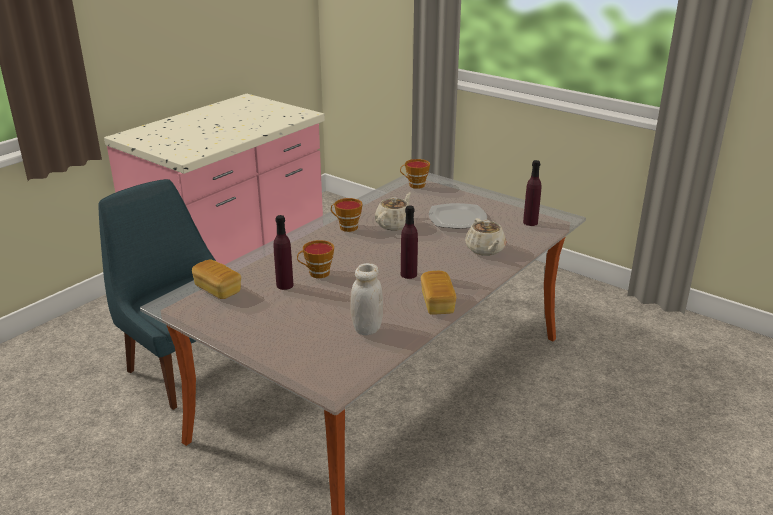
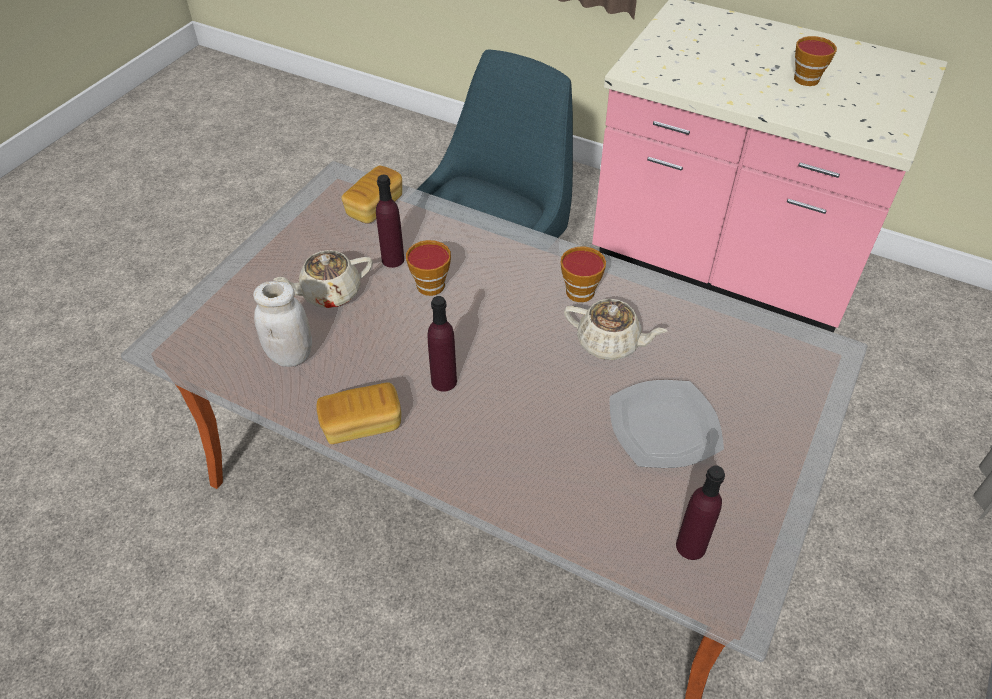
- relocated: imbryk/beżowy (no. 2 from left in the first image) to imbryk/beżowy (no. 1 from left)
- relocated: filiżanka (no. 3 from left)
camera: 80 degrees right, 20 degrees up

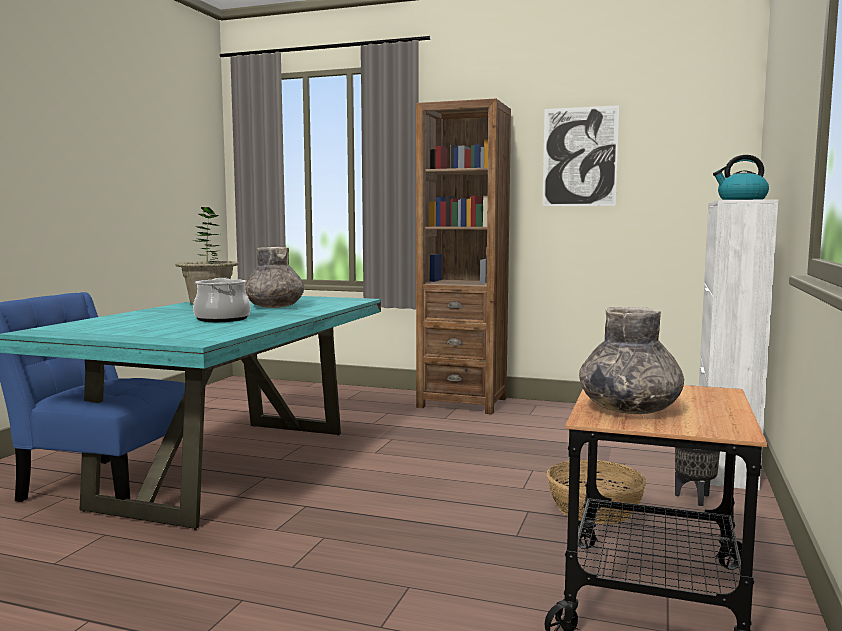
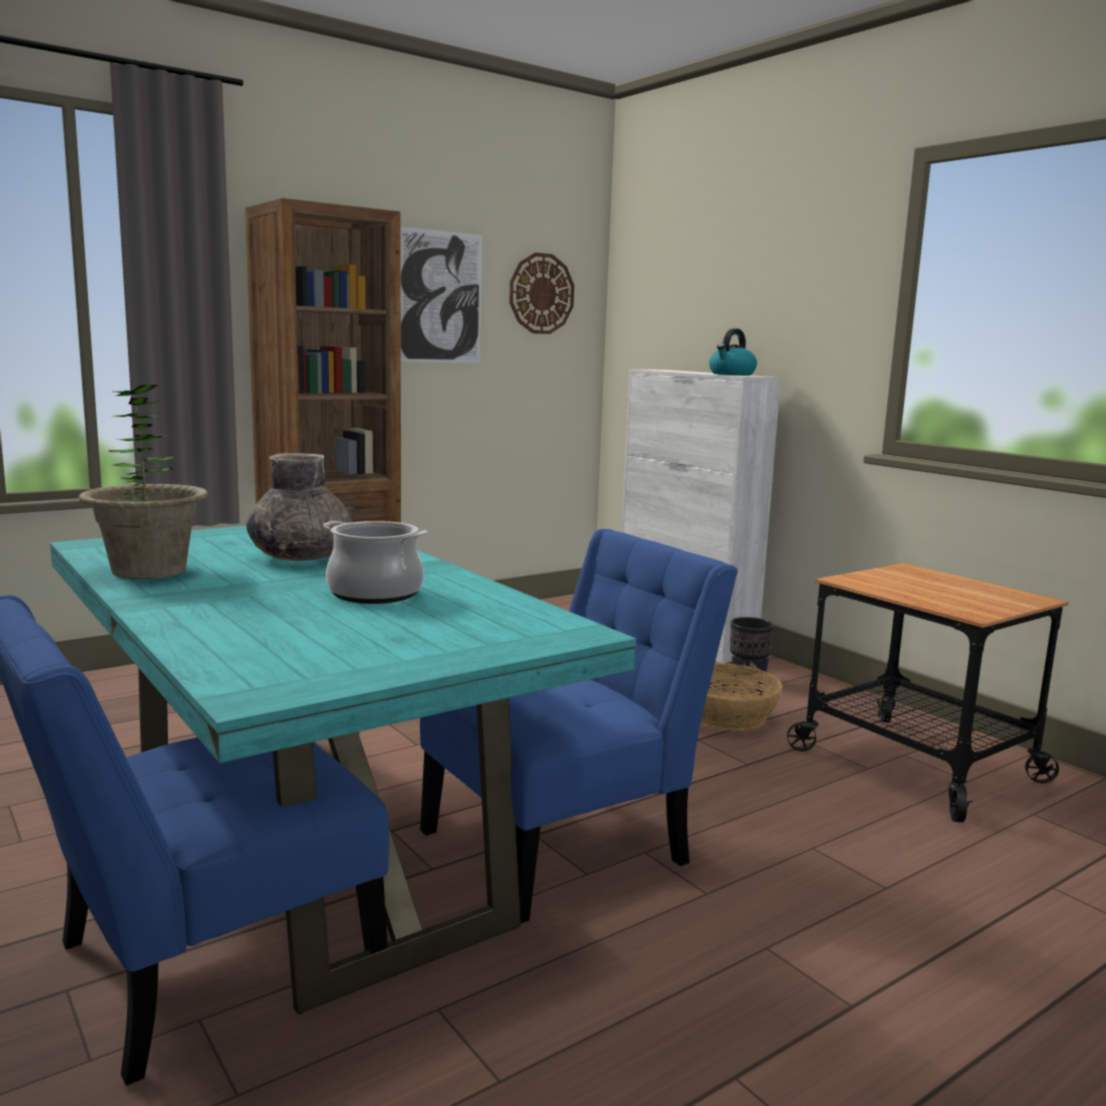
- appeared: krzesło/niebieski (no. 2 from left)
- appeared: zegar ścienny
- missing: wazon/szary (no. 2 from left)
camera: 55 degrees left, 5 degrees up

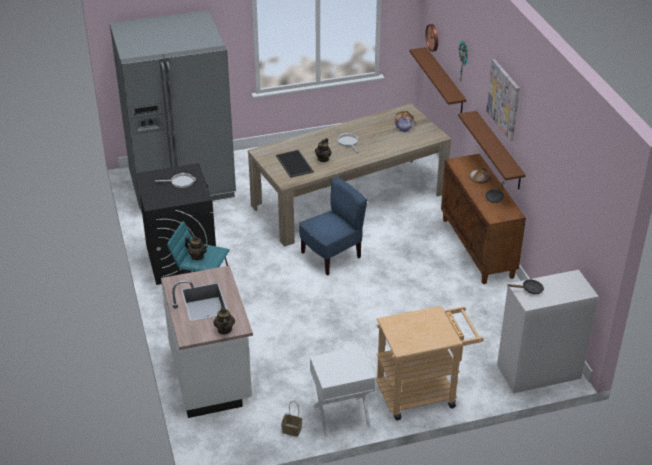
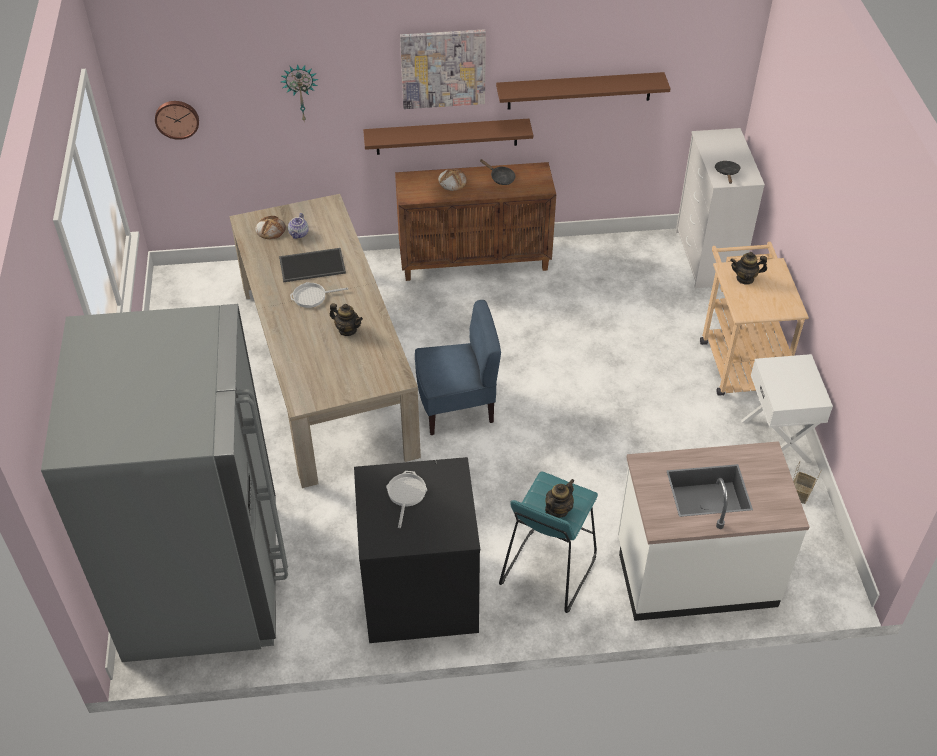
- relocated: taca
- spun: krzesło/niebieski 105 degrees clockwise
- relocated: półka/brązowy (no. 1 from left in the first image) to półka/brązowy (no. 2 from left)
- relocated: imbryk (no. 2 from left in the first image) to imbryk (no. 4 from left)
camera: 80 degrees left, 10 degrees up

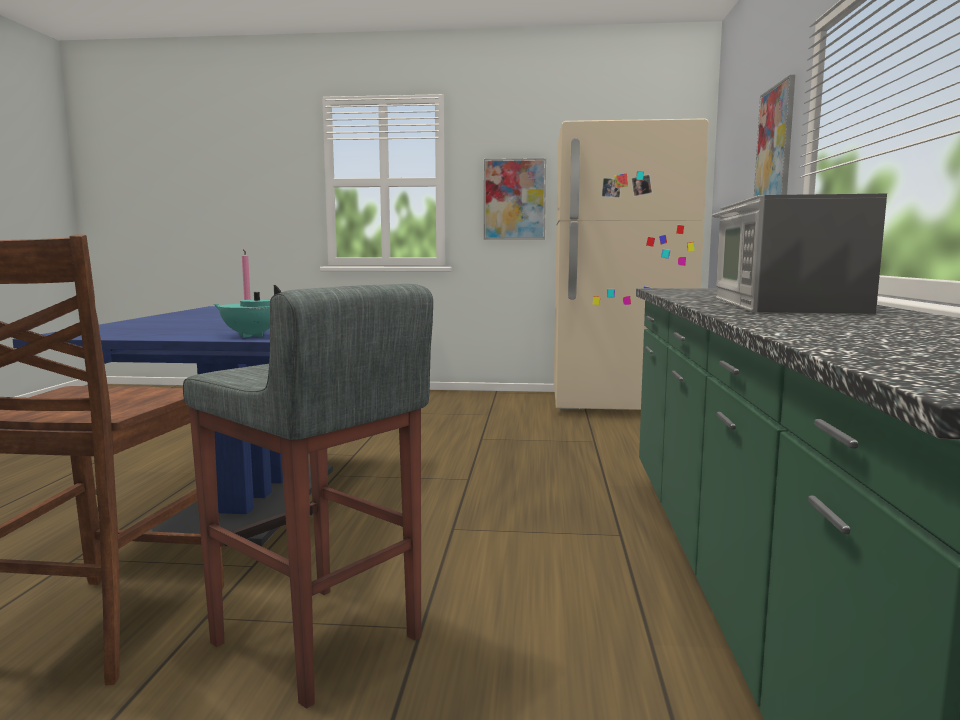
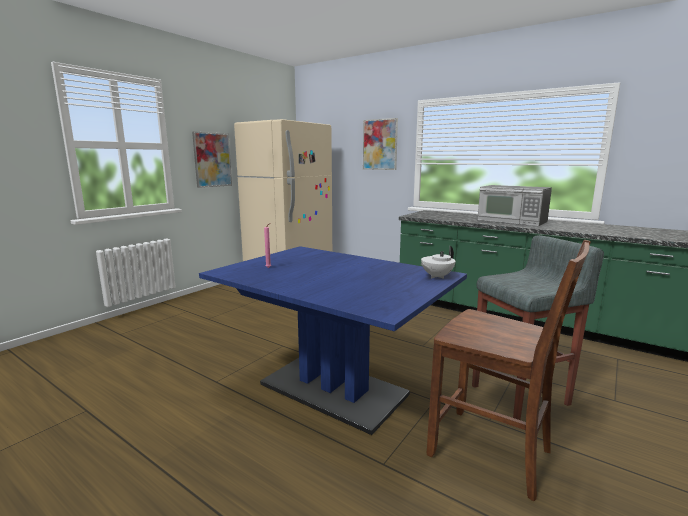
- colour: imbryk/turkusowy to imbryk/biały
camera: 60 degrees left, 5 degrees up

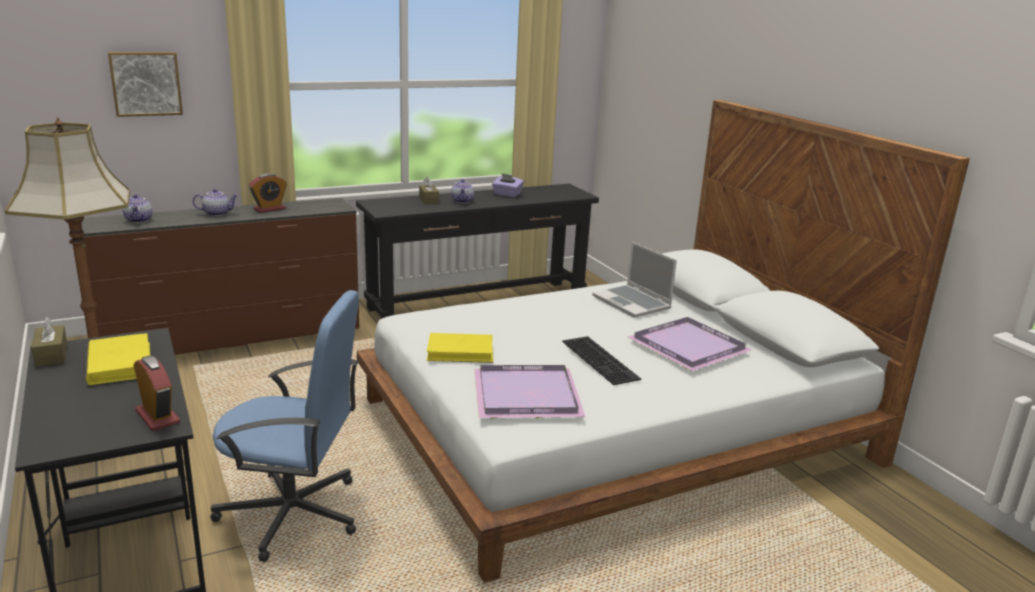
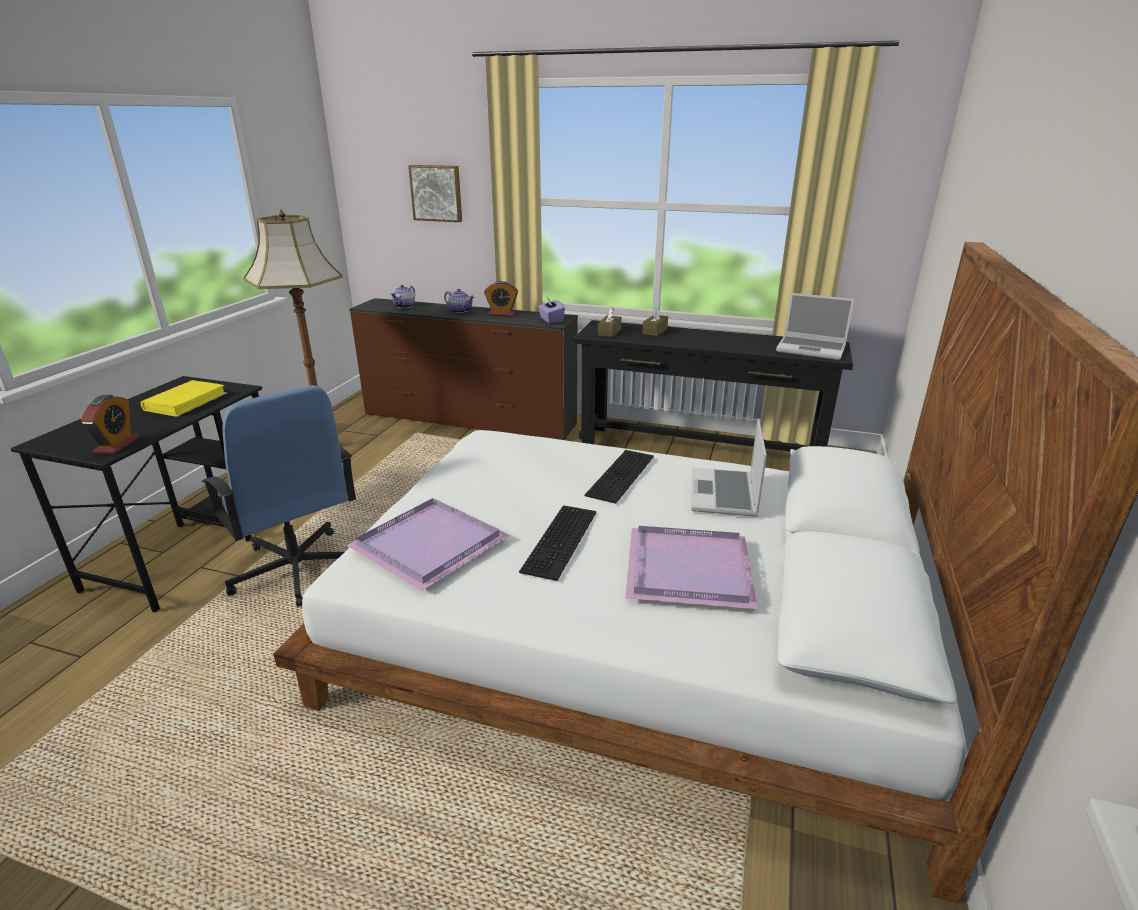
- relocated: pudełko chusteczek/fioletowy
- appeared: klawiatura (no. 2 from left)
- relocated: pudełko chusteczek/brązowy (no. 1 from left)
- appeared: laptop (no. 2 from left)
- missing: książka/żółty (no. 2 from left)
- missing: imbryk (no. 3 from left)
camera: 45 degrees right, 5 degrees up

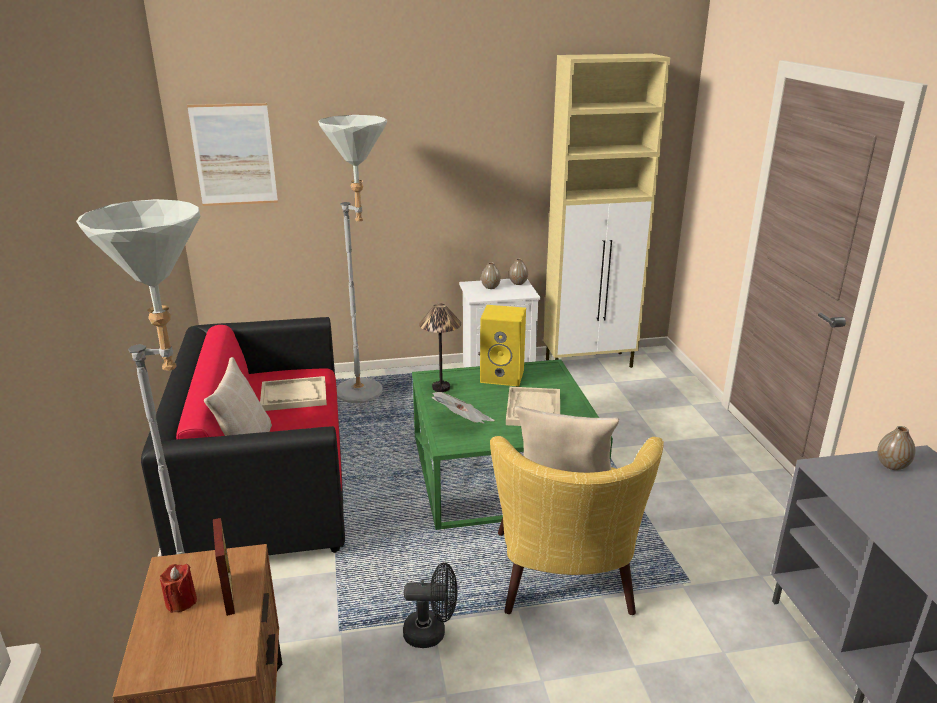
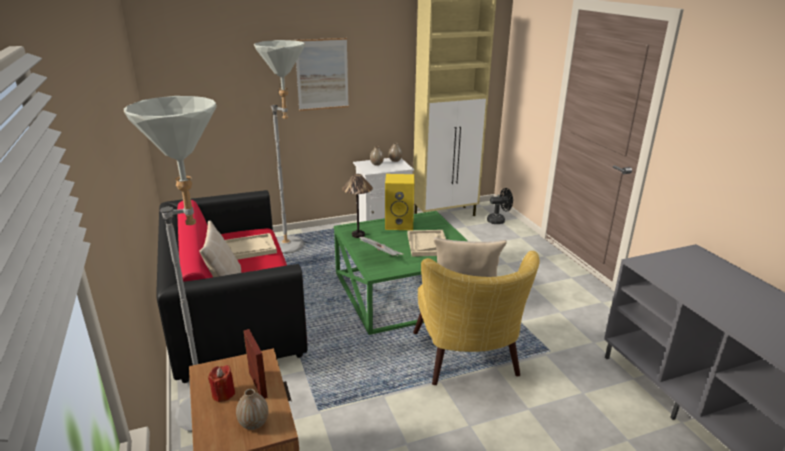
- relocated: wazon (no. 3 from left in the first image) to wazon (no. 1 from left)
- relocated: obraz
- relocated: wentylator/czarny
camera: 10 degrees left, 0 degrees up

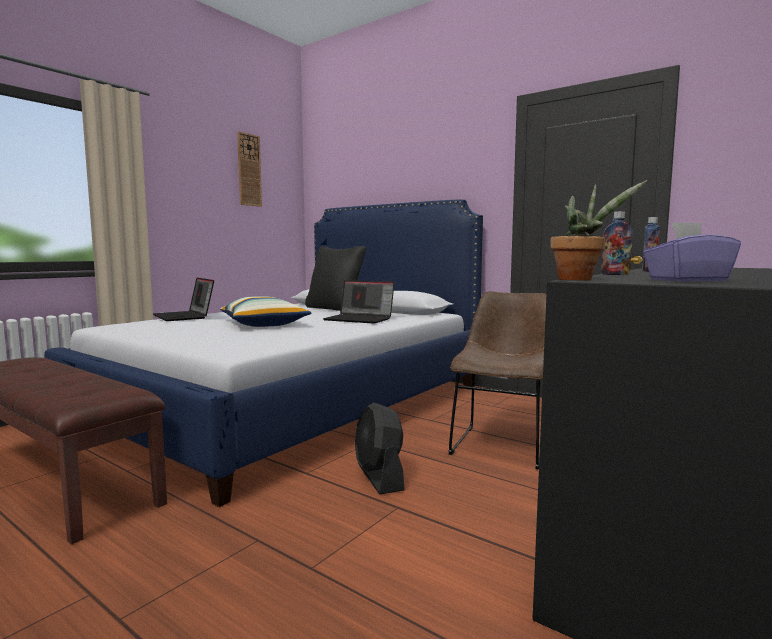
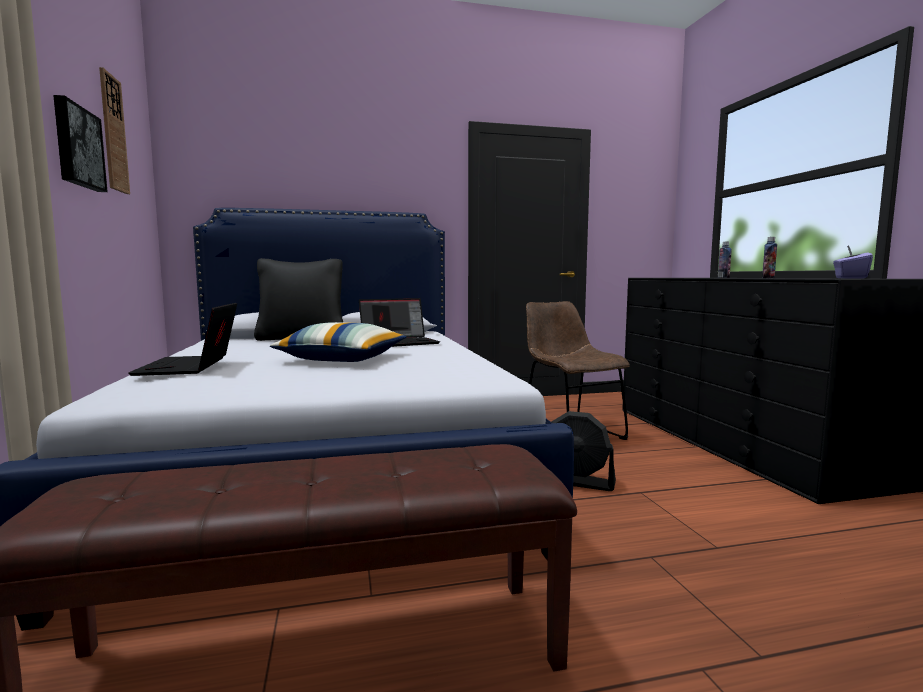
- appeared: obraz
- spun: laptop (no. 1 from left) 75 degrees clockwise
- missing: roślina doniczkowa
camera: 50 degrees left, 0 degrees up

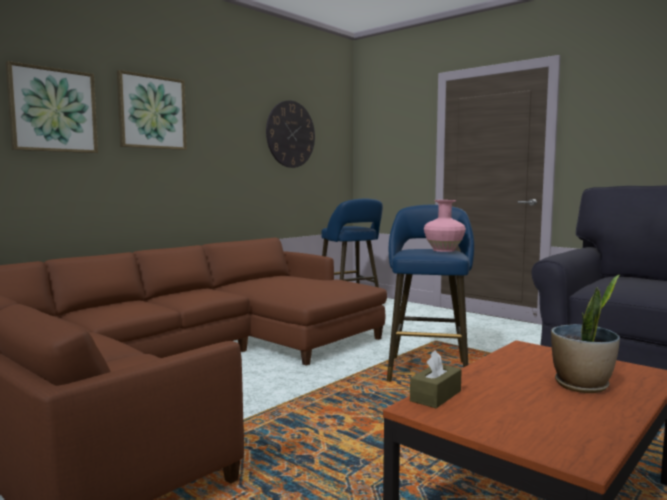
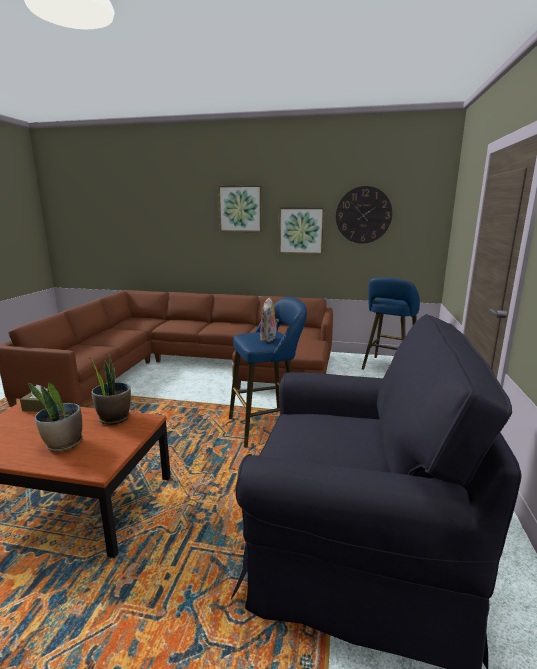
- appeared: roślina doniczkowa (no. 2 from left)
- exchanged: wazon/różowy to pluszak
- relocated: obraz (no. 1 from left in the first image) to obraz (no. 2 from left)
camera: 60 degrees right, 10 degrees up

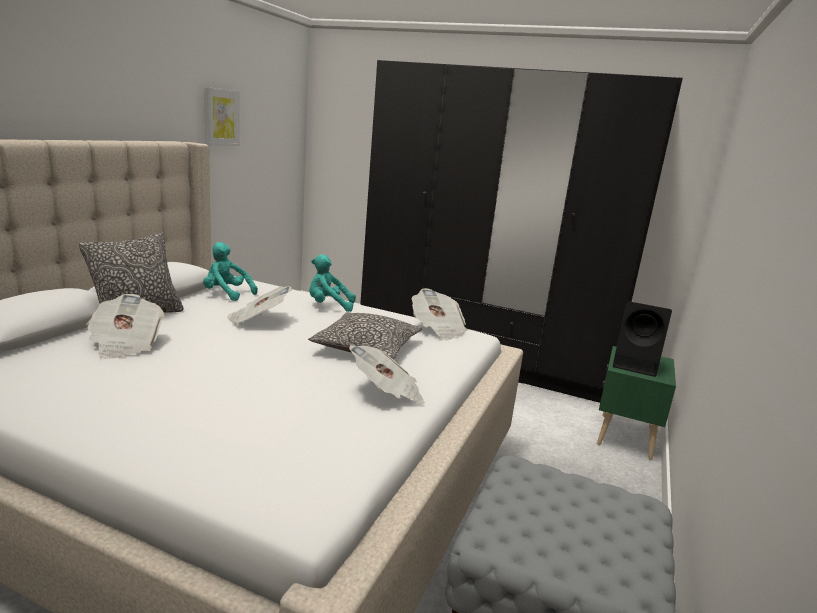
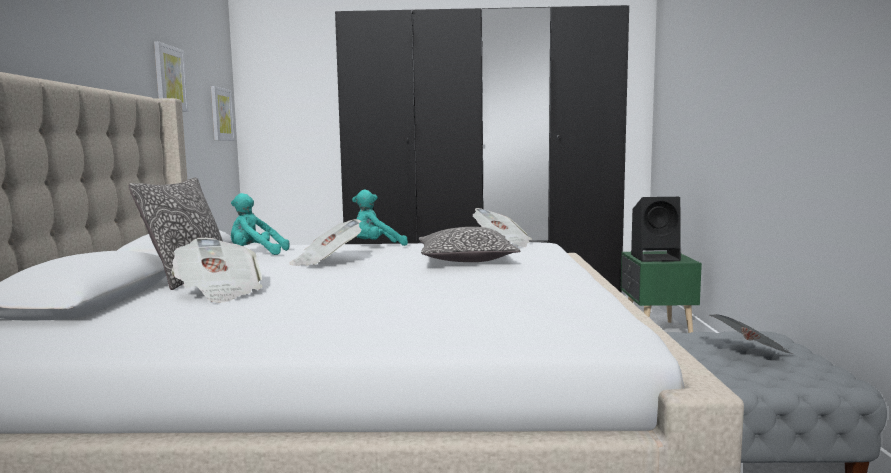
- appeared: obraz (no. 2 from left)
- relocated: gazeta (no. 3 from left in the first image) to gazeta (no. 4 from left)
camera: 20 degrees left, 10 degrees down

